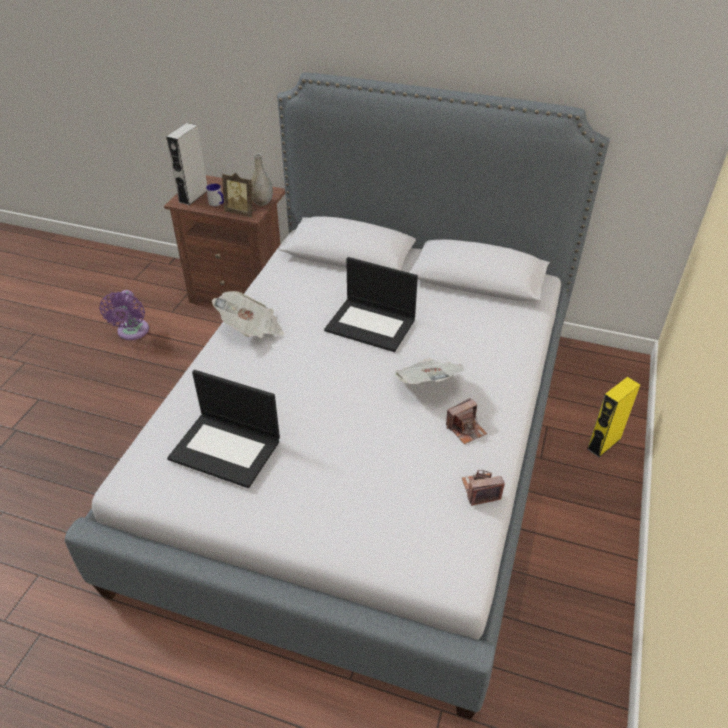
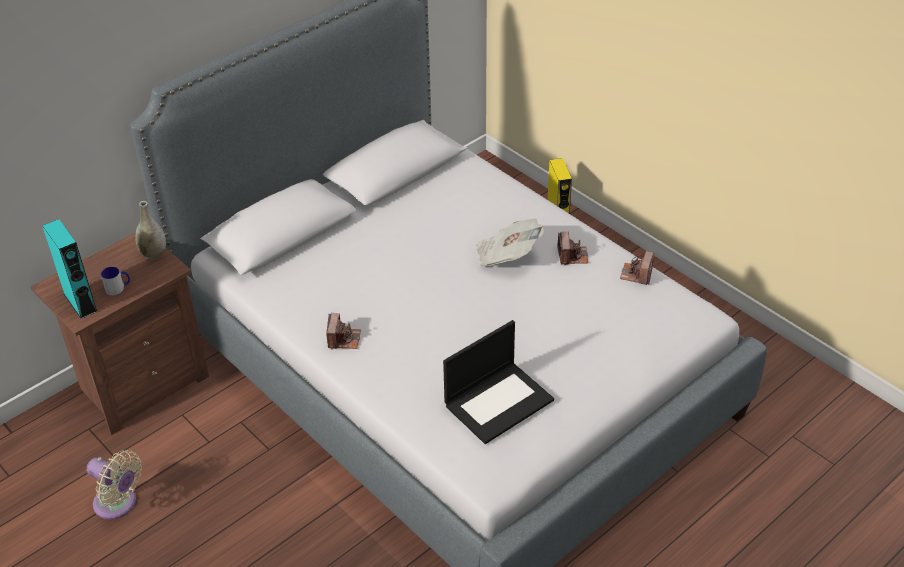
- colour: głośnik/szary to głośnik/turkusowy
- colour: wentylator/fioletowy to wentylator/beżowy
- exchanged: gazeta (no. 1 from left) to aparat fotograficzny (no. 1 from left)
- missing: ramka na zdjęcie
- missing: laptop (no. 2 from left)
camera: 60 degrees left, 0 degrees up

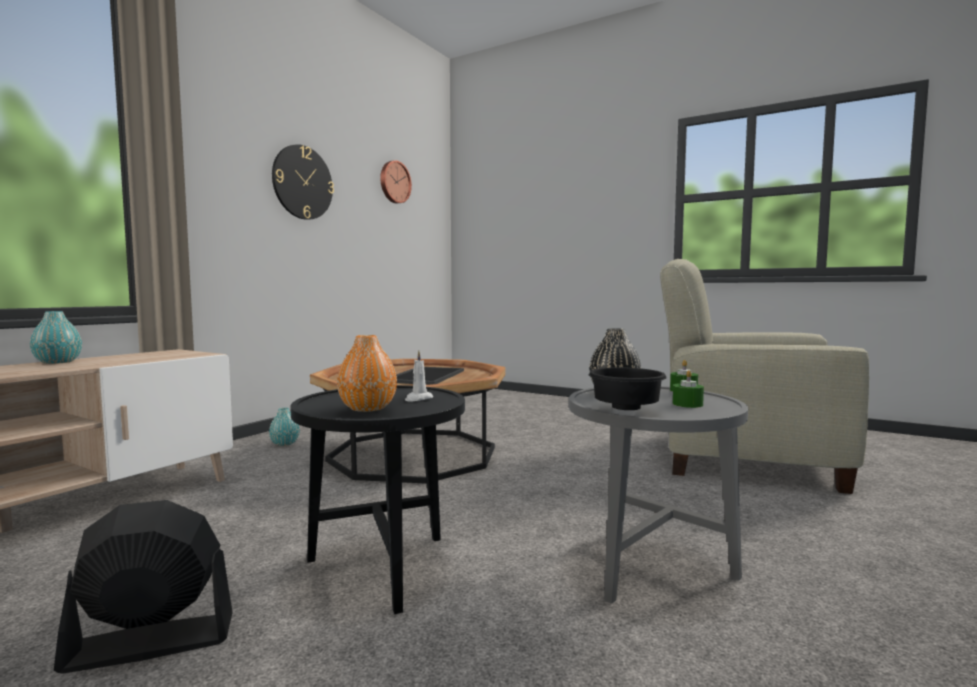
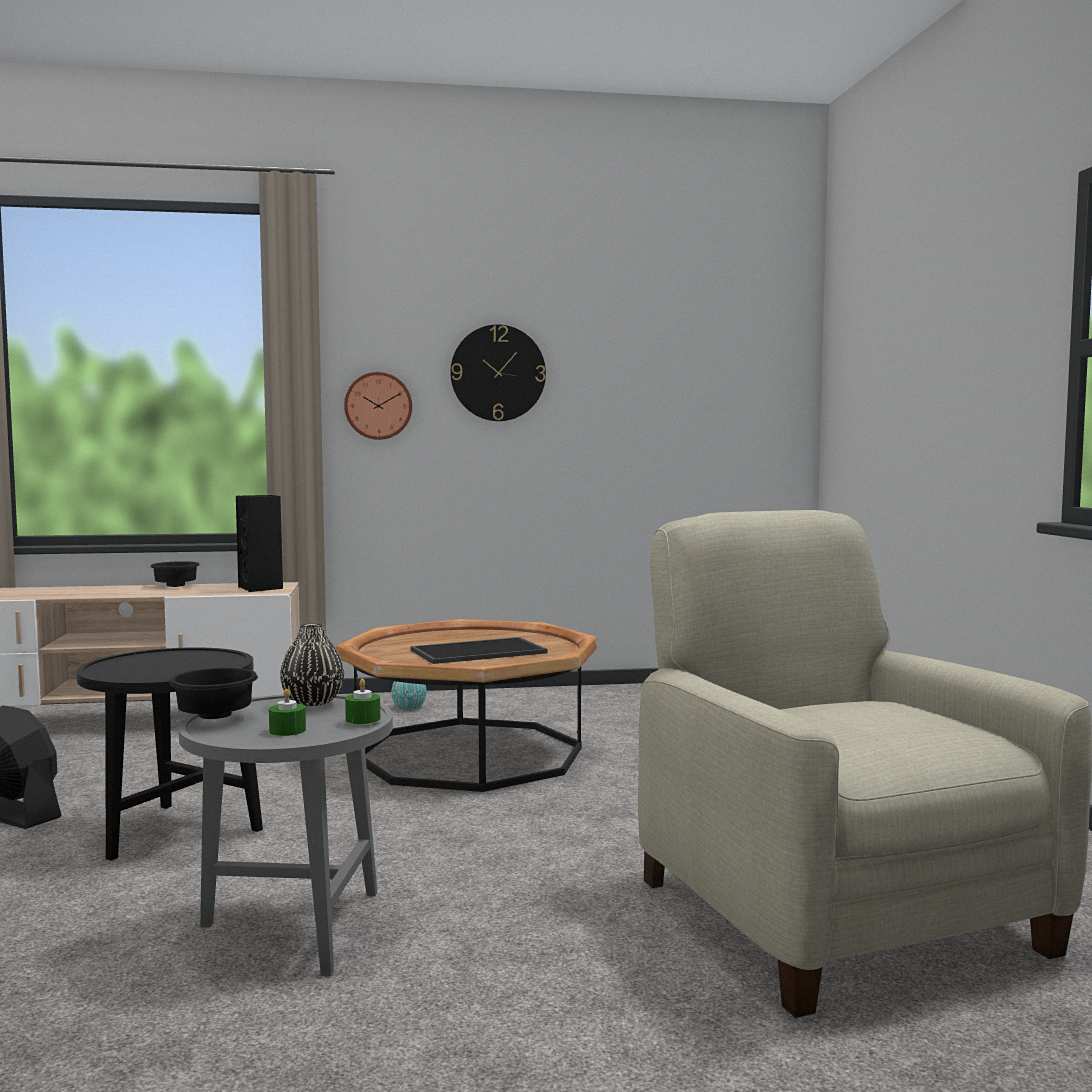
- exchanged: wazon/turkusowy (no. 1 from left) to miska/czarny (no. 1 from left)
- appeared: głośnik/czarny
- relocated: zegar ścienny (no. 2 from left in the first image) to zegar ścienny (no. 1 from left)
- missing: wazon/pomarańczowy
- missing: świeca/biały
camera: 50 degrees right, 0 degrees up

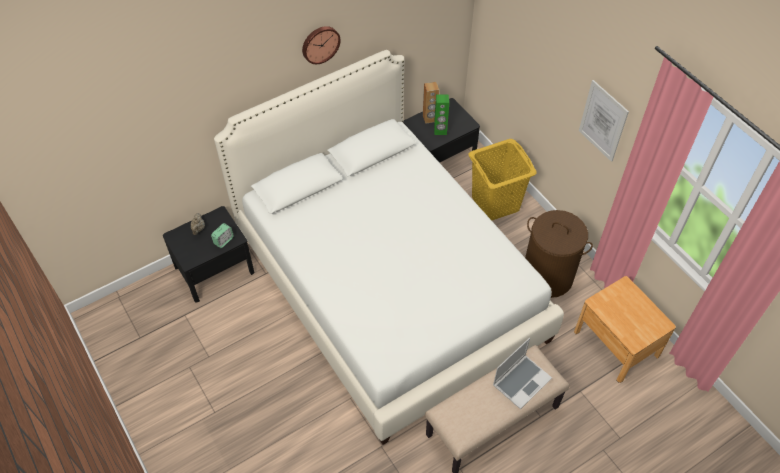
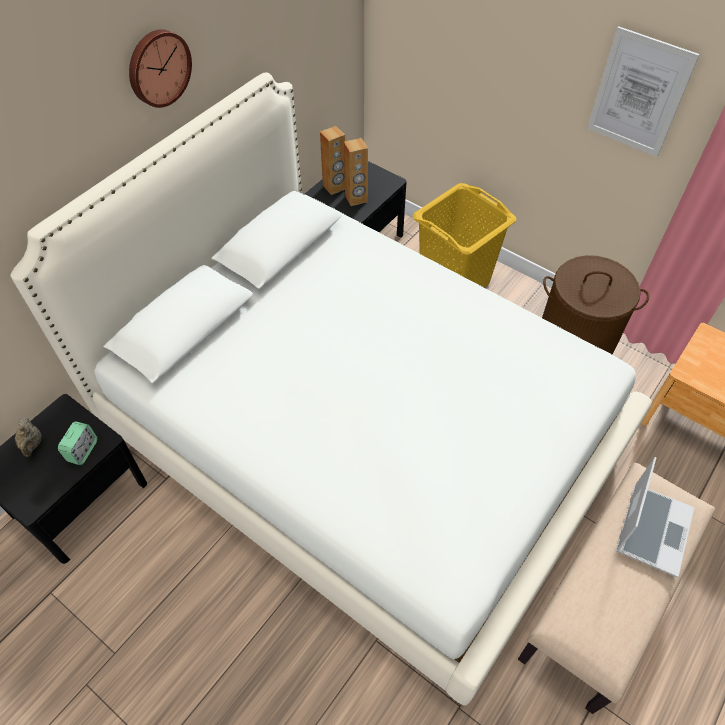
- colour: głośnik/zielony to głośnik/brązowy (no. 2 from left)
camera: 20 degrees left, 0 degrees up

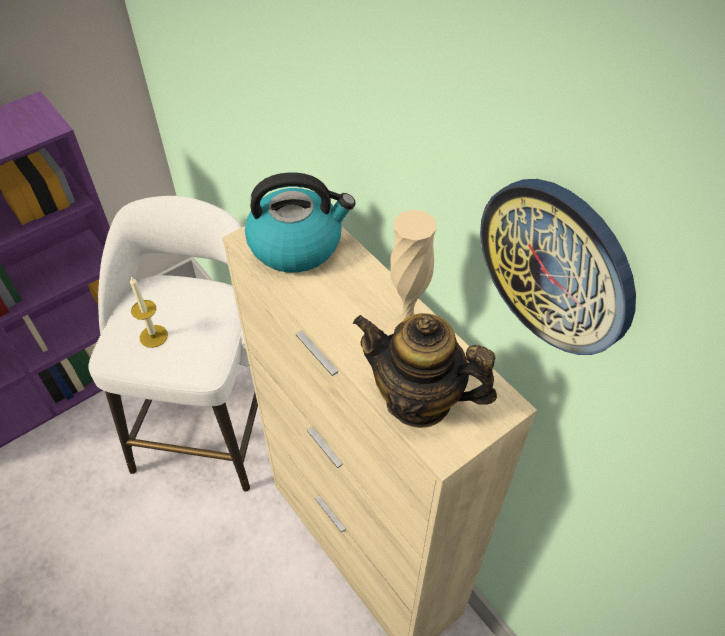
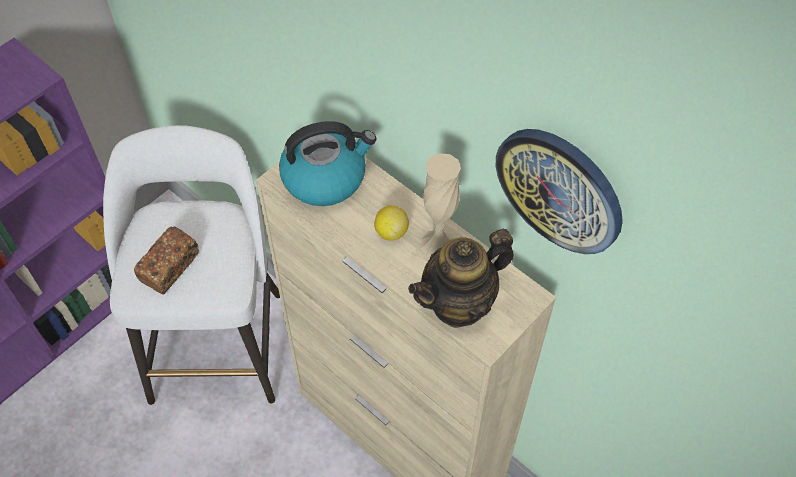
- exchanged: świeca to chleb
- appeared: cytryna
- spun: imbryk 45 degrees counterclockwise
camera: 10 degrees left, 5 degrees up

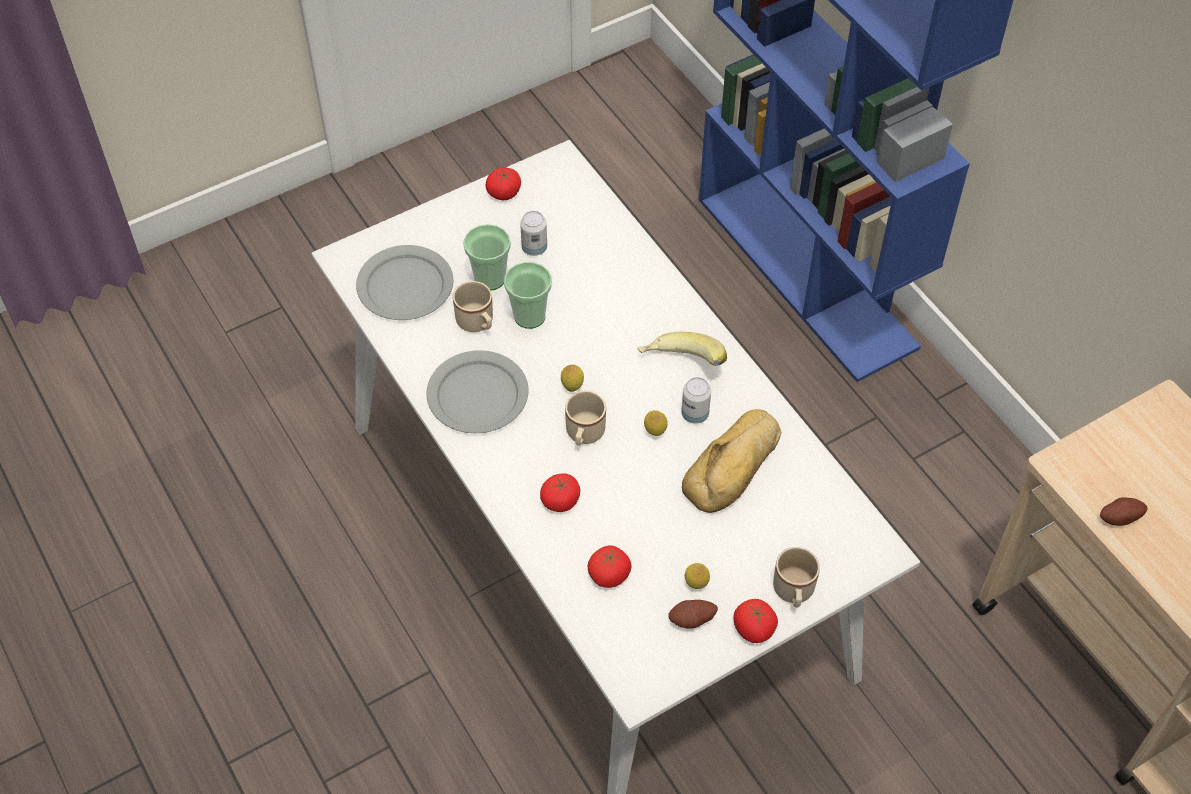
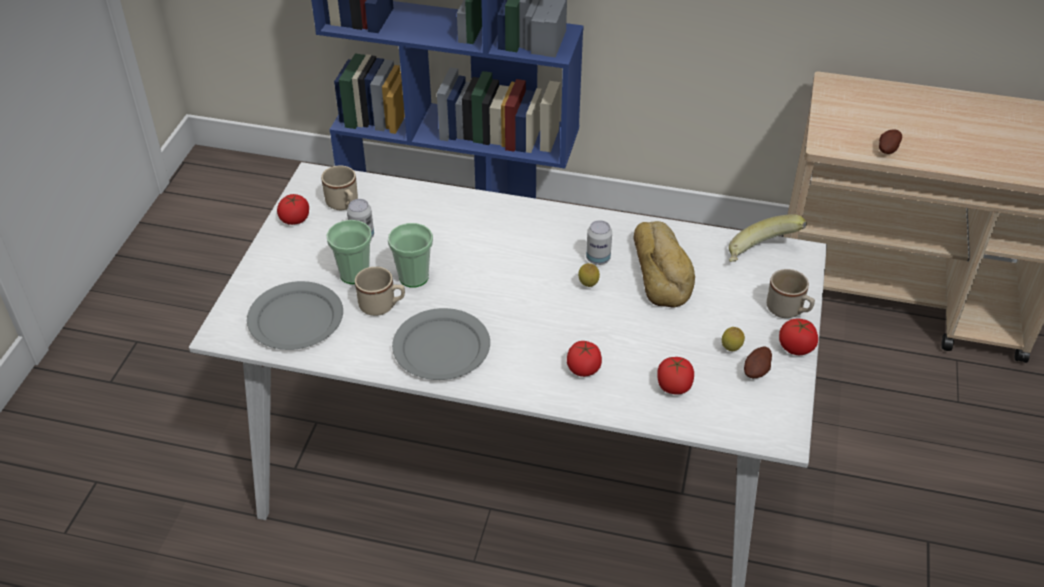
- relocated: kubek/beżowy (no. 2 from left in the first image) to kubek/beżowy (no. 1 from left)
- relocated: banan
- missing: cytryna (no. 1 from left)
camera: 45 degrees left, 10 degrees down

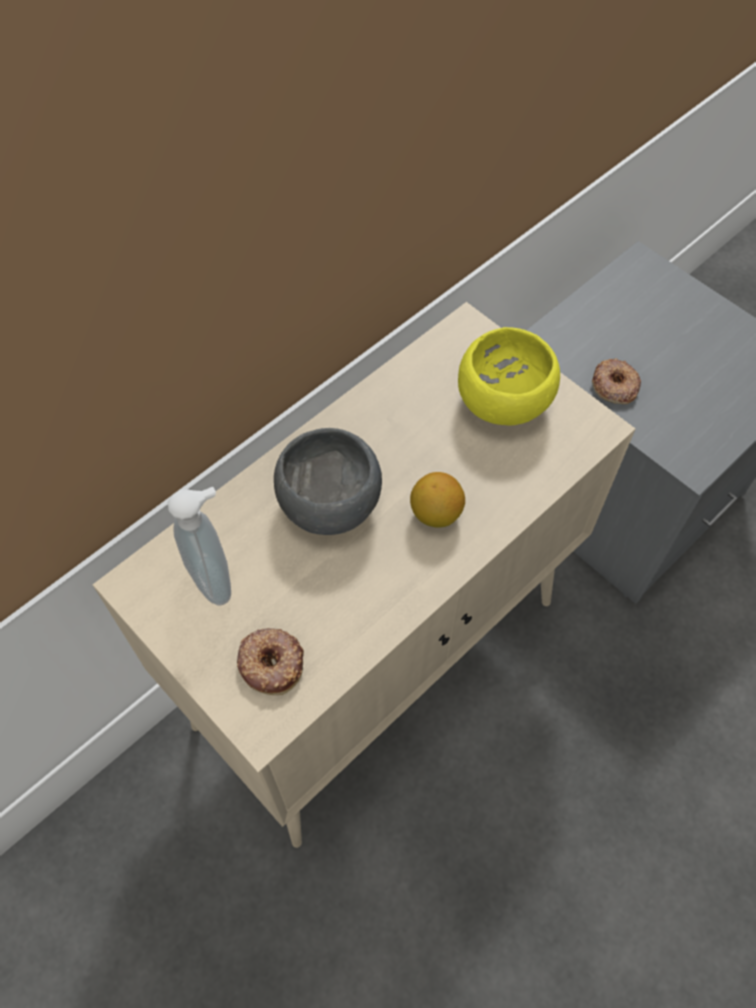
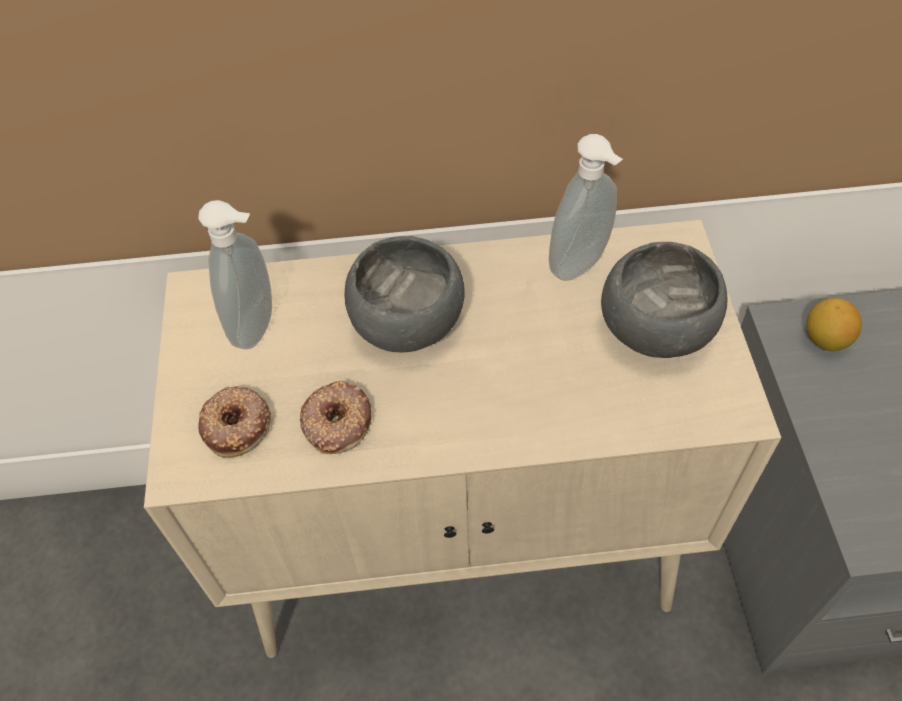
- relocated: donut (no. 2 from left)
- appeared: dozownik mydła (no. 2 from left)
- colour: miska/żółty to miska/szary (no. 2 from left)
- relocated: cytryna
camera: 40 degrees right, 5 degrees down

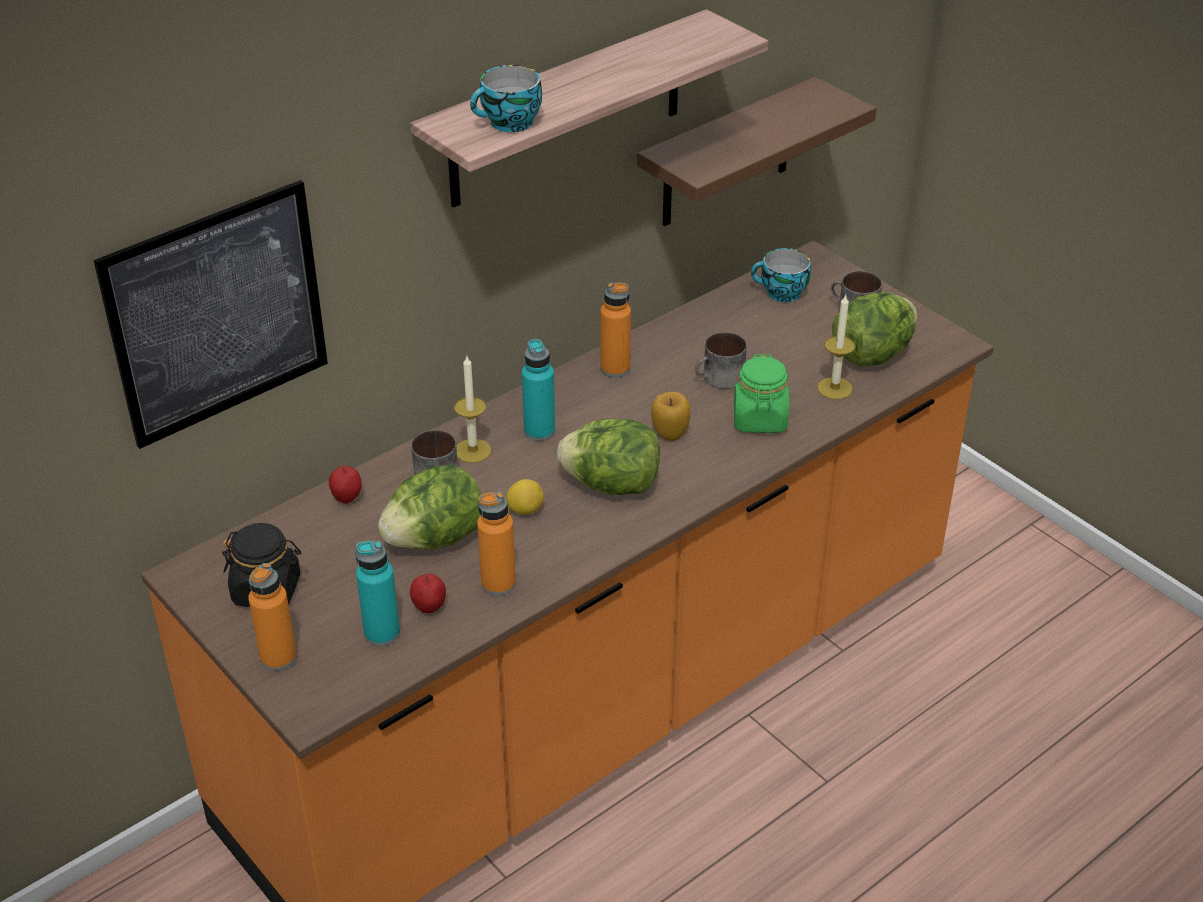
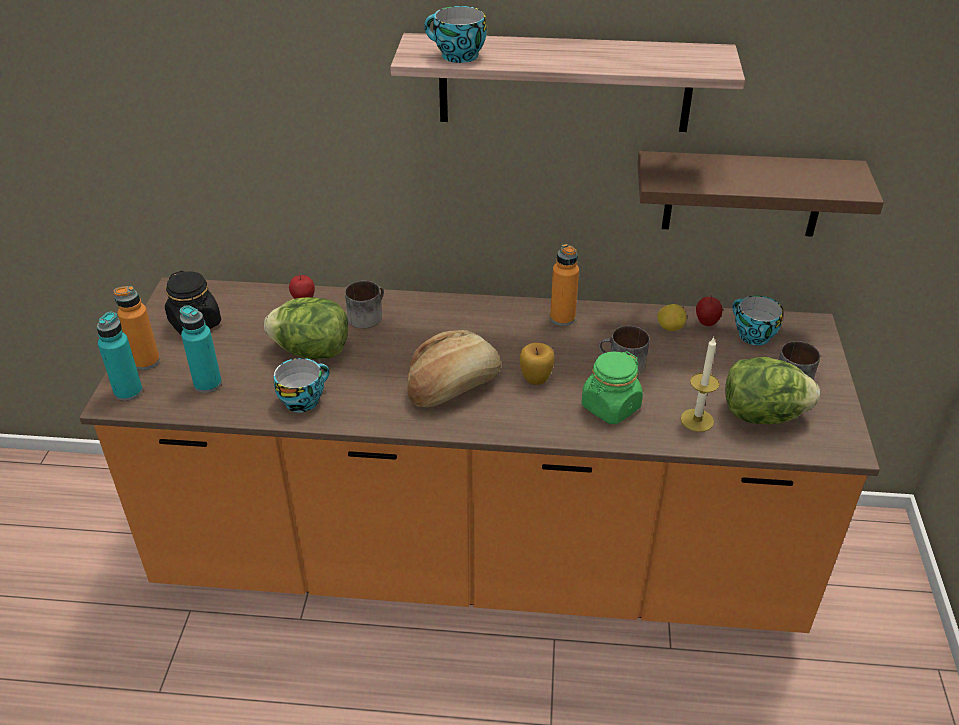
- relocated: butelka/turkusowy (no. 2 from left in the first image) to butelka/turkusowy (no. 1 from left)
- exchanged: butelka/pomarańczowy (no. 2 from left) to filiżanka (no. 1 from left)
- exchanged: sałata (no. 2 from left) to chleb
- relocated: cytryna
- relocated: jabłko (no. 2 from left in the first image) to jabłko (no. 3 from left)
- missing: obraz
- missing: świeca (no. 1 from left)
camera: 45 degrees right, 0 degrees up

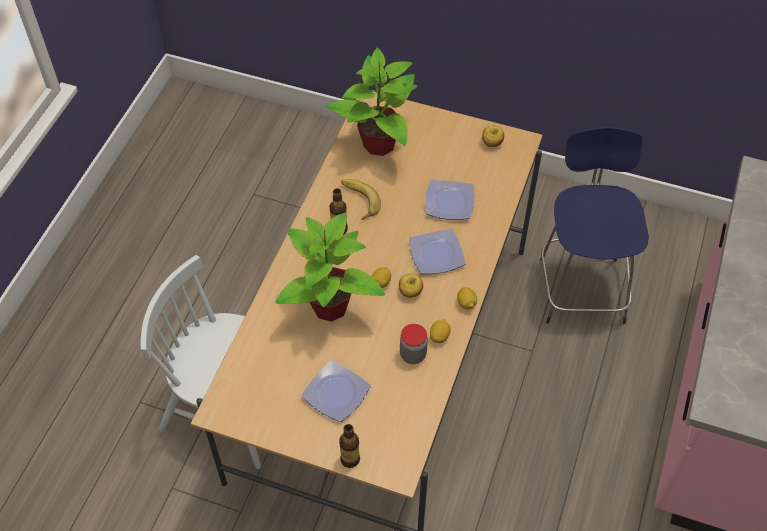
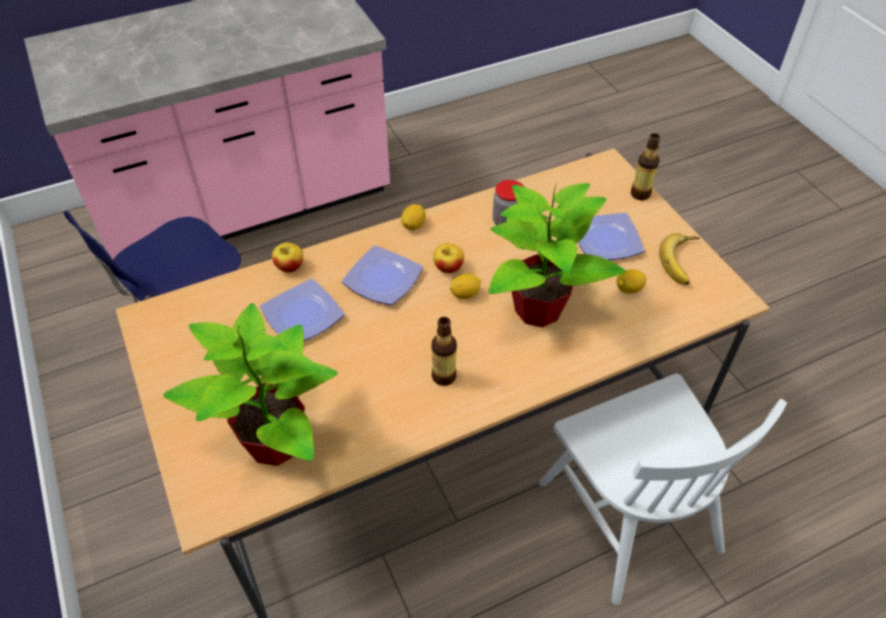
- relocated: jabłko (no. 2 from left in the first image) to jabłko (no. 1 from left)
- relocated: cytryna (no. 2 from left in the first image) to cytryna (no. 3 from left)
- relocated: banan
camera: 135 degrees left, 5 degrees down

